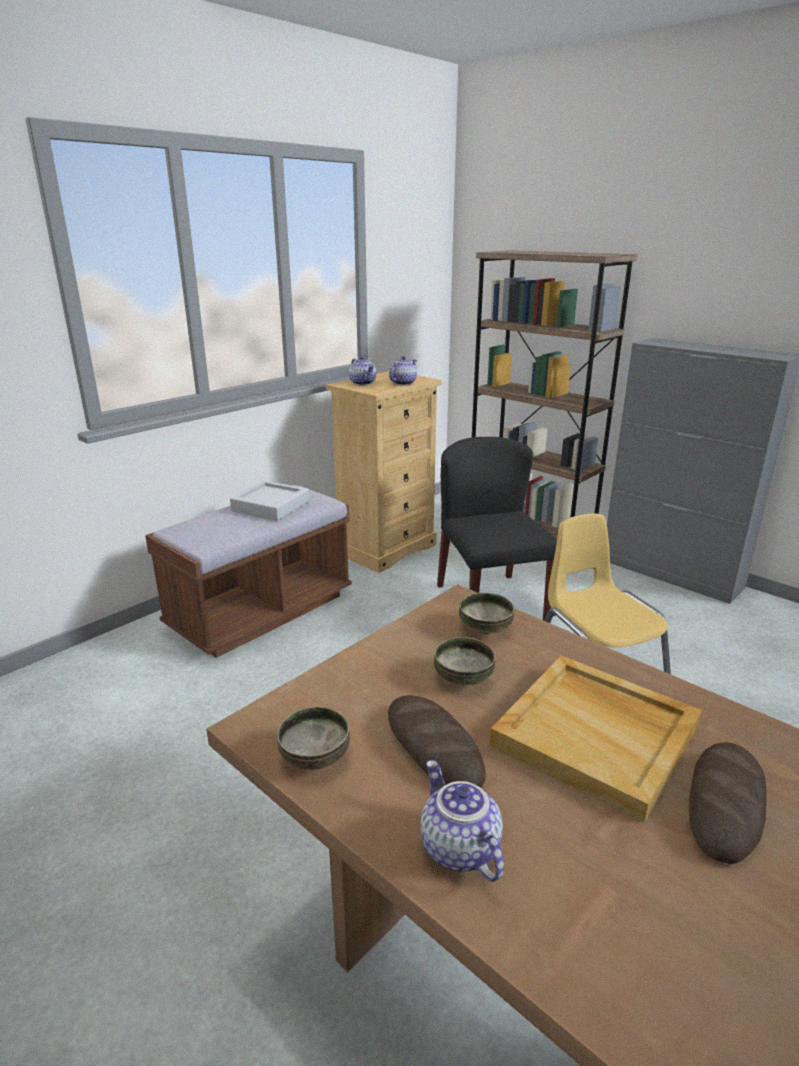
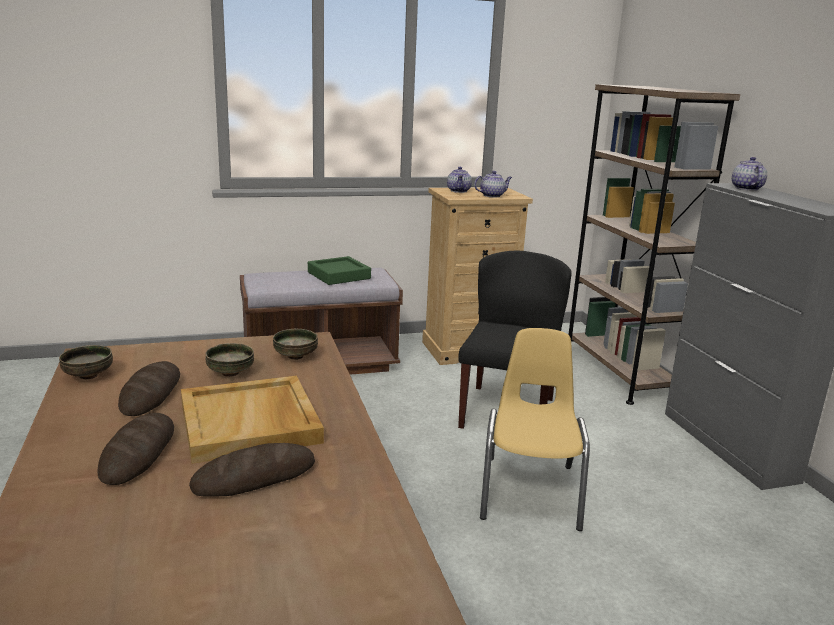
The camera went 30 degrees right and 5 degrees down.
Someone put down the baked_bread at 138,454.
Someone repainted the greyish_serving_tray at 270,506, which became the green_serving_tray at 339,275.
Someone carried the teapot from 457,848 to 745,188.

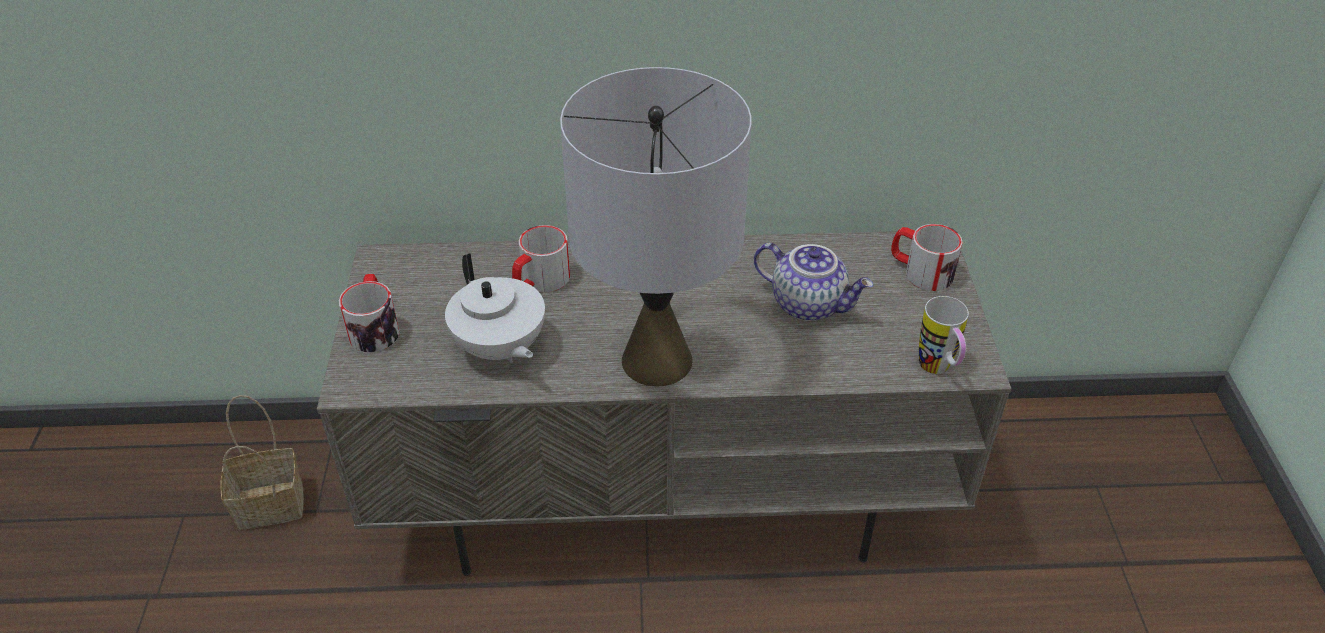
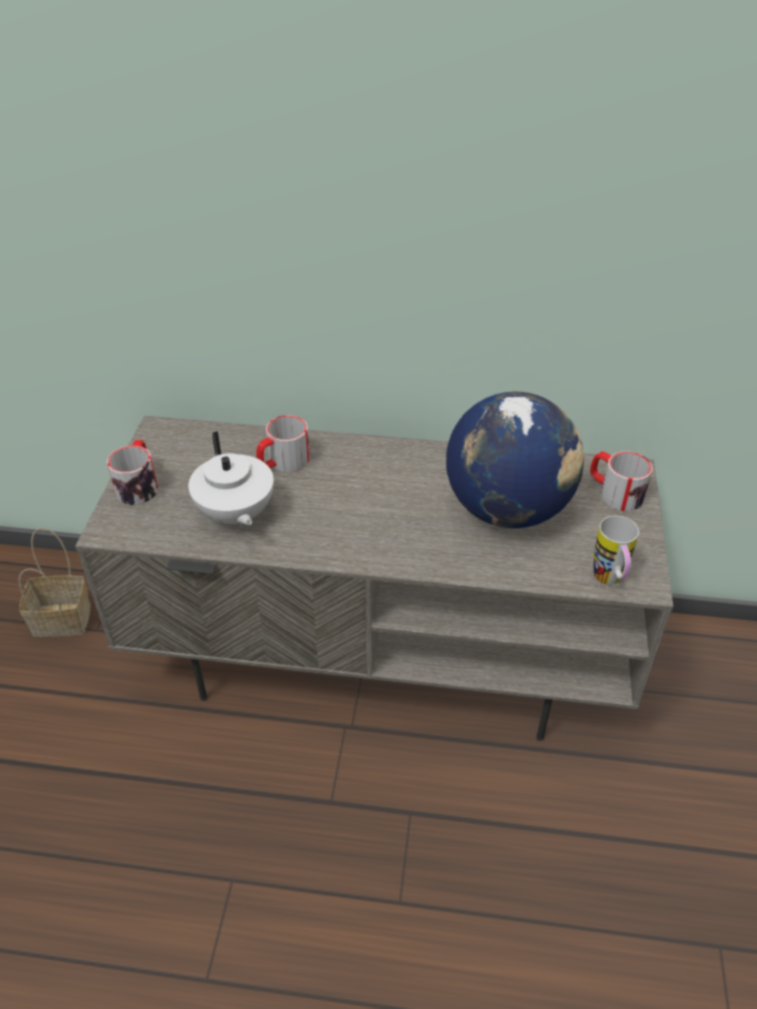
The camera went 10 degrees right and 0 degrees up.
Someone swapped the teapot at 809,304 for the globe at 508,509.
Someone took away the greyish_table_lamp at 658,361.

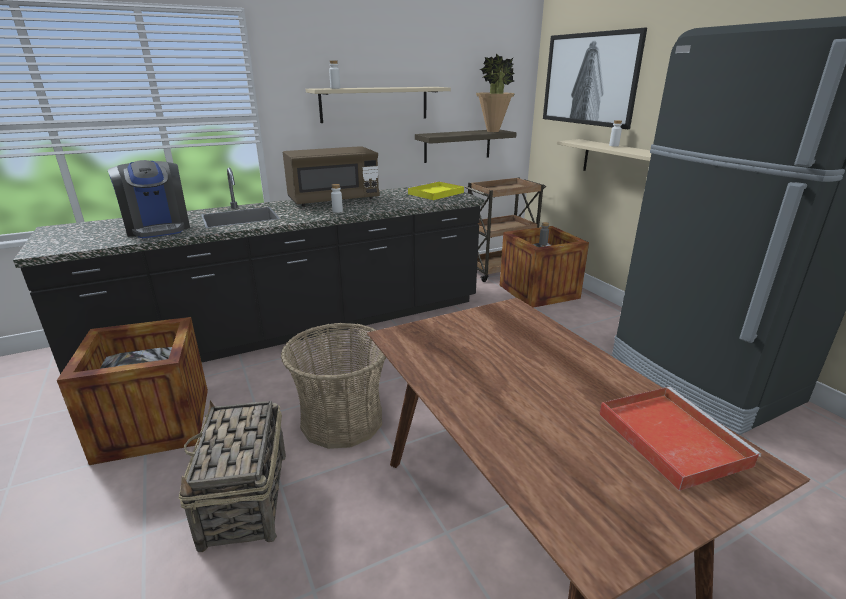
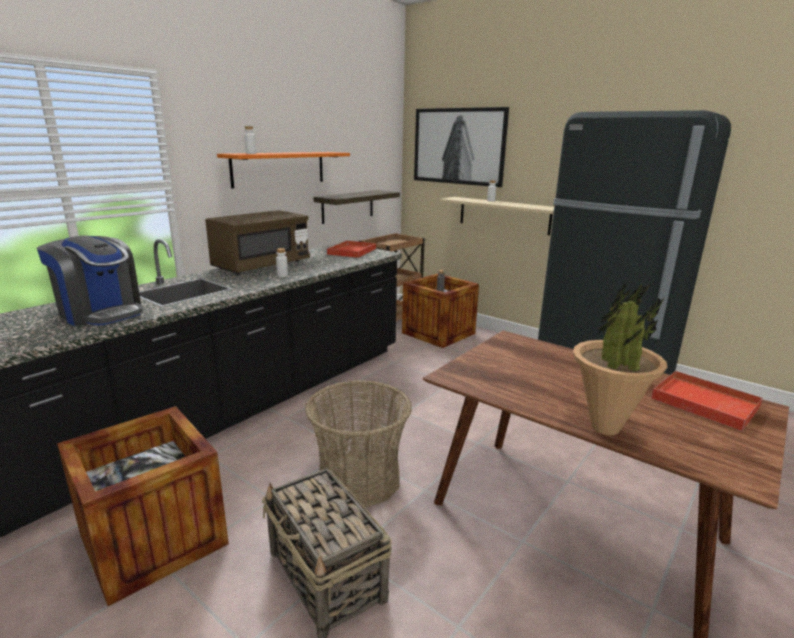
The camera went 25 degrees left and 5 degrees down.
Someone repainted the sand-coloured_shelf at 375,104, which became the orange-coloured_shelf at 279,168.
Someone repainted the yellowish_serving_tray at 435,193, which became the reddish_serving_tray at 351,251.
Someone carried the houseplant from 493,131 to 605,427.

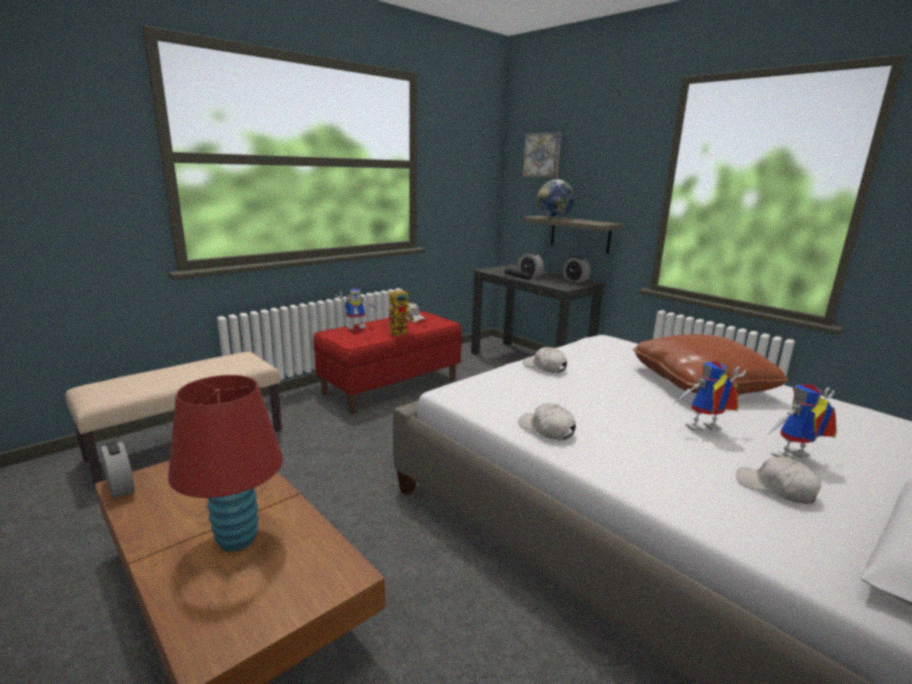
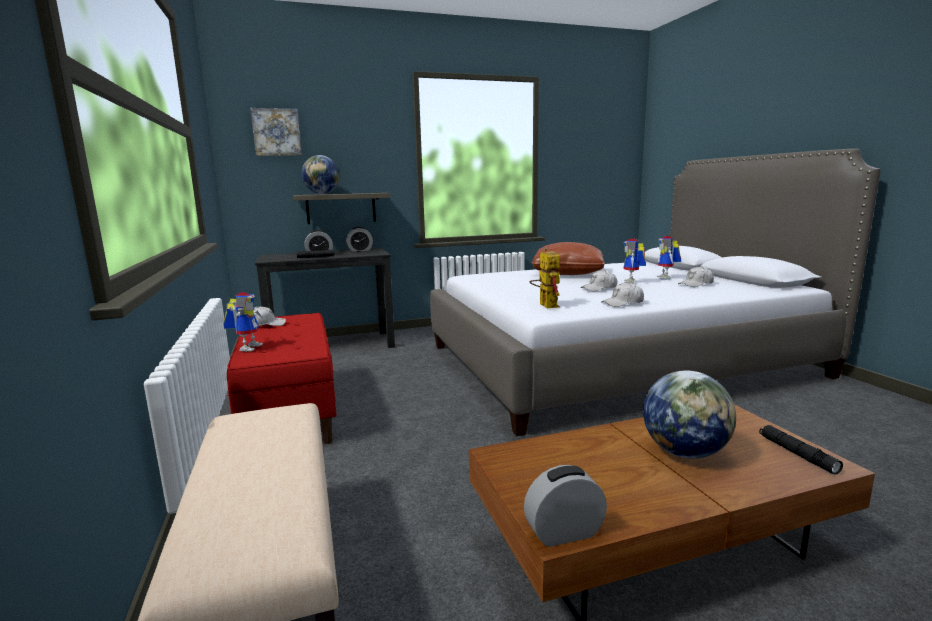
The camera went 65 degrees left and 5 degrees down.
Someone carried the model_robot from 401,332 to 545,304.
Someone carried the whitish_baseball_cap from 544,367 to 599,288.
Someone swapped the reddish_table_lamp at 237,539 for the globe at 685,452.
Someone put down the blackish_flashlight at 797,454.

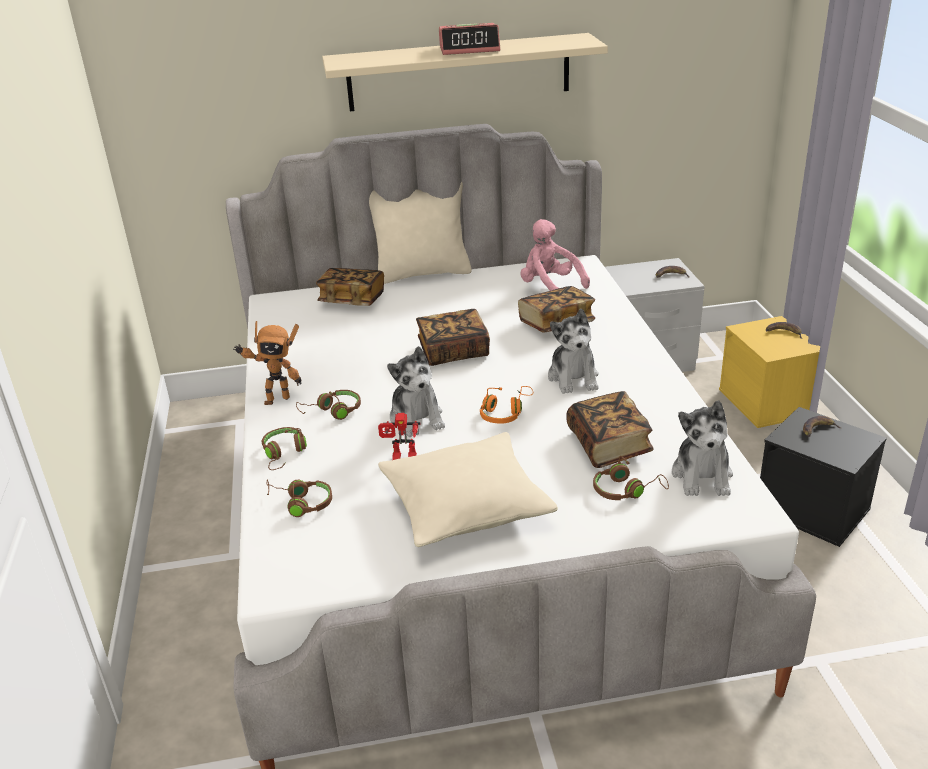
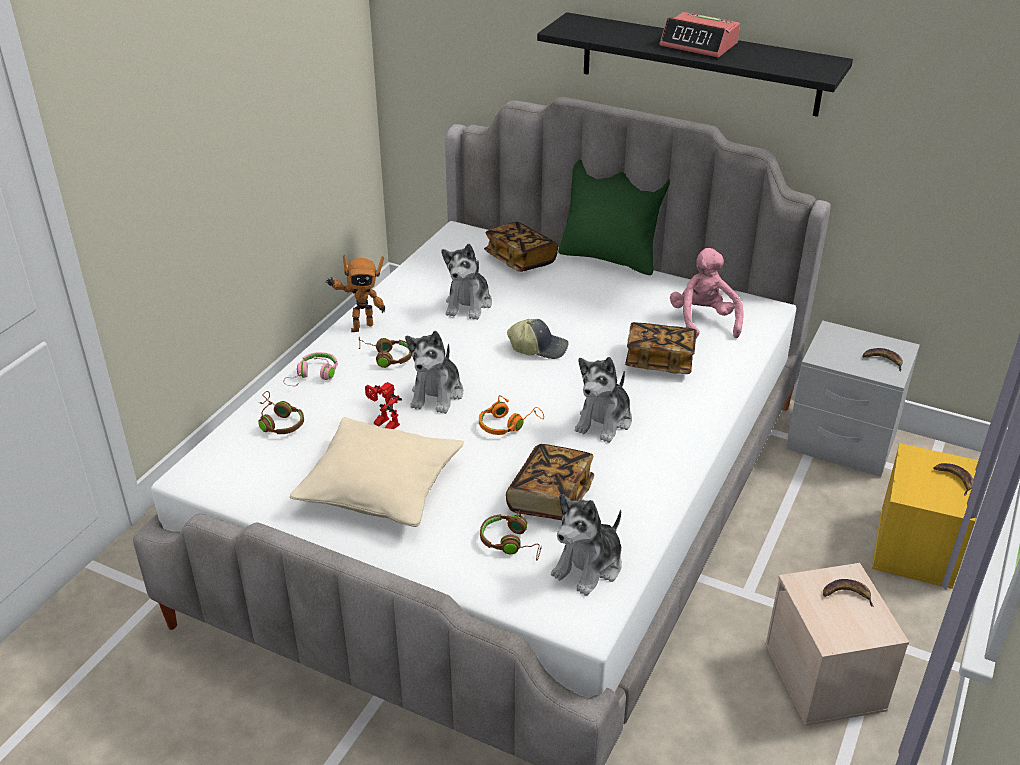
The camera went 35 degrees right and 5 degrees up.
Someone repainted the brown_headphones at 284,453, which became the pink_headphones at 313,376.
Someone rotated the model_robot at 276,399 by 45 degrees counterclockwise.
Someone put down the cuddly_toy at 469,304.
Someone swapped the bound_book at 453,351 for the baseball_cap at 538,347.
Someone repainted the sand-coloured_shelf at 459,72, which became the blackish_shelf at 699,64.
Someone repainted the sand-coloured_throw_pillow at 423,273, which became the green_throw_pillow at 609,258.
Someone repainted the blackish_storage_bin at 814,509, which became the sand-coloured_storage_bin at 826,677.

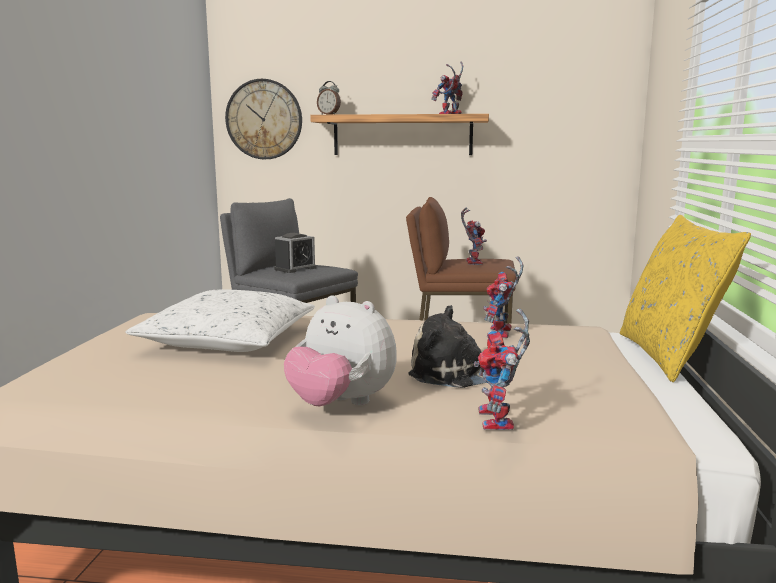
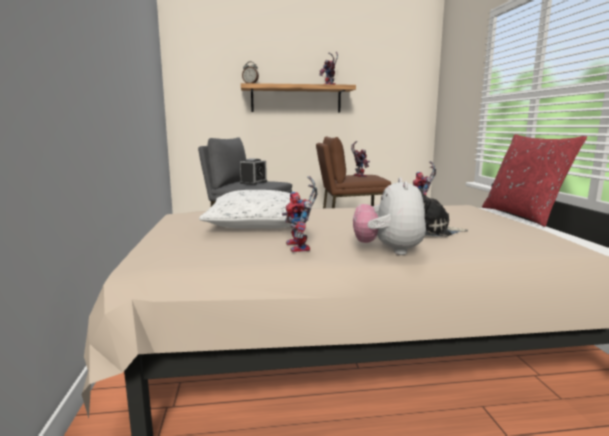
The camera went 15 degrees left and 0 degrees up.
Someone carried the model_robot from 500,422 to 301,248.
Someone rotated the cuddly_toy at 341,404 by 75 degrees clockwise.
Someone repainted the yellowish_throw_pillow at 669,357, which became the reddish_throw_pillow at 523,216.
Someone took away the clock_on_the_wall at 264,119.

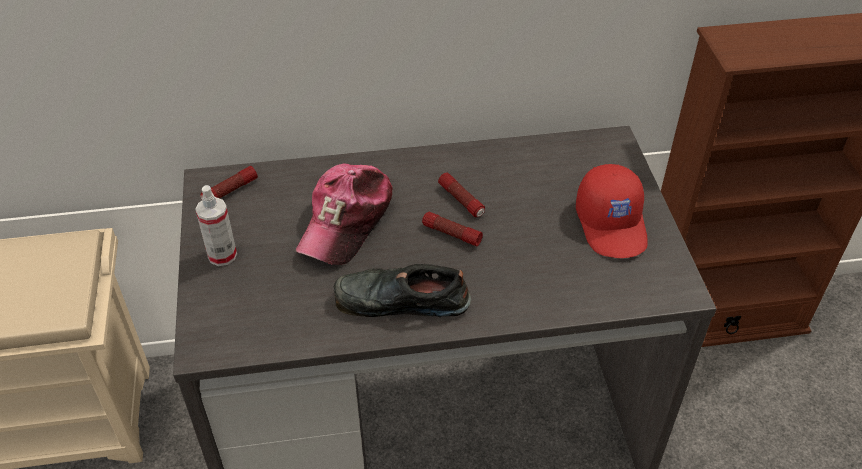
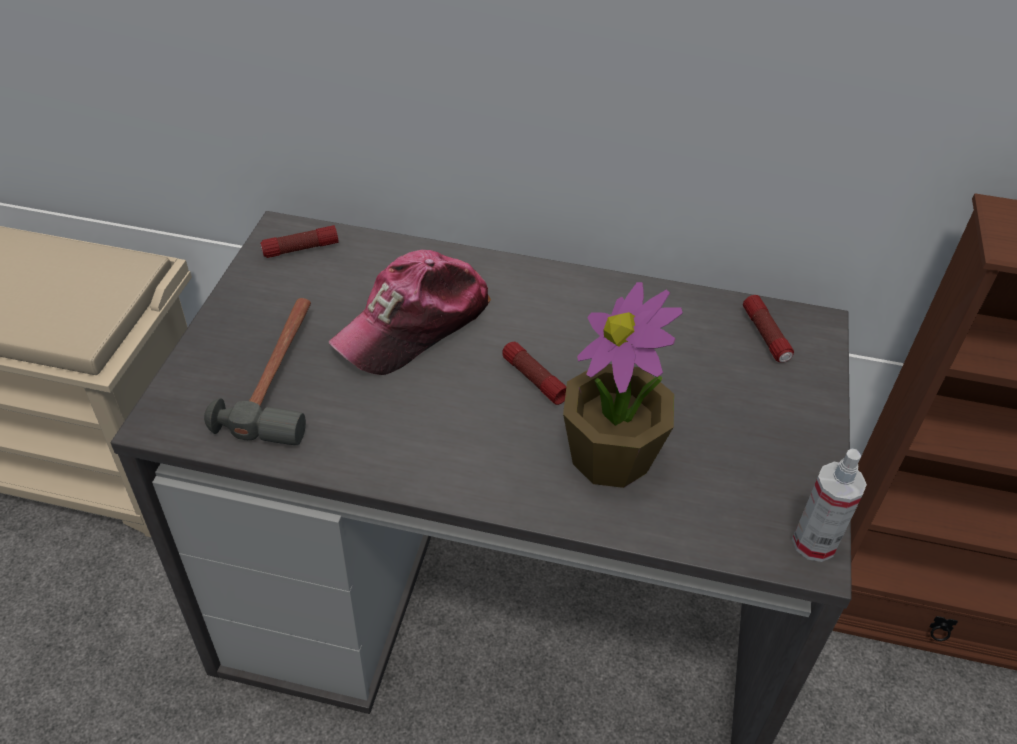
The camera went 20 degrees right and 0 degrees up.
Someone put down the hammer at 282,375.
Someone put down the houseplant at 611,457.
Someone carried the flashlight from 461,200 to 766,336.
Someone carried the hand_sprayer from 222,255 to 814,543.
Someone took away the blackish_item_of_footwear at 399,301.
Someone took away the reddish_baseball_cap at 612,224.

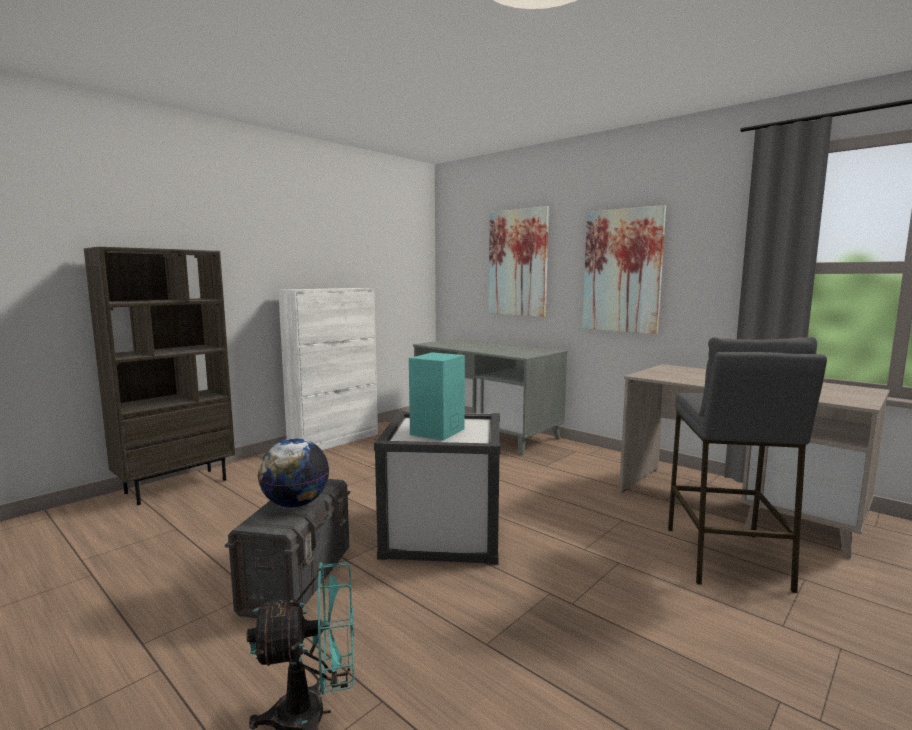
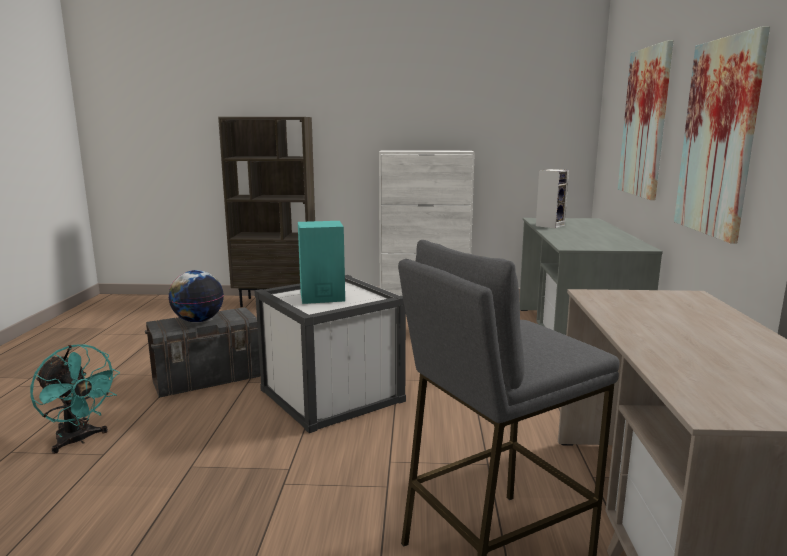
The camera went 50 degrees right and 5 degrees up.
Someone put down the speaker at 550,225.

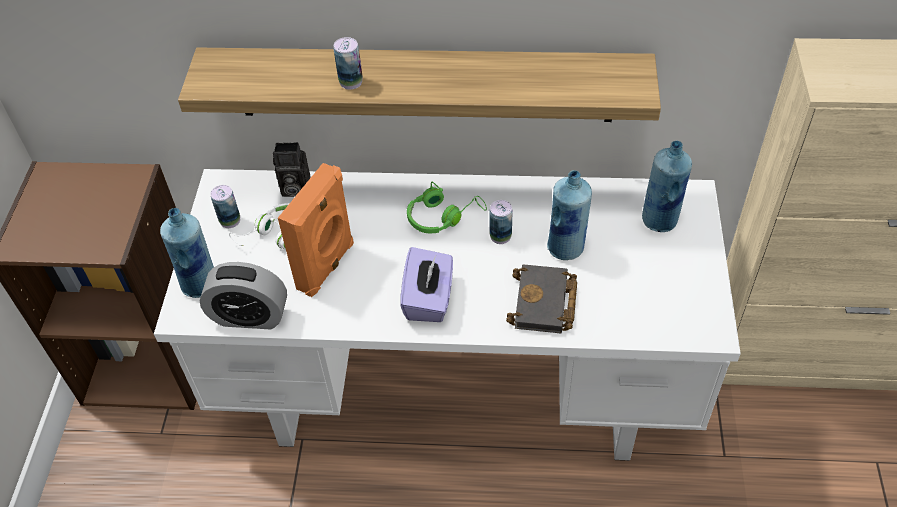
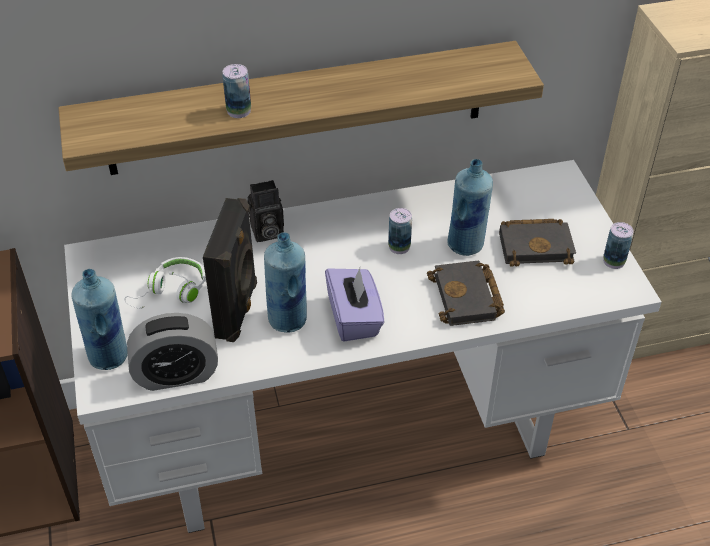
The camera went 20 degrees left and 5 degrees down.
Someone repainted the orange-coloured_speaker at 327,266, which became the blackish_speaker at 238,310.
Someone carried the photo_camera from 294,188 to 265,232.
Someone carried the bluish_drink_bottle from 660,220 to 288,319.
Someone put down the blackish_bound_book at 537,245.
Someone carried the sealed_can from 230,220 to 614,261.
Someone took away the green_headphones at 443,216.

